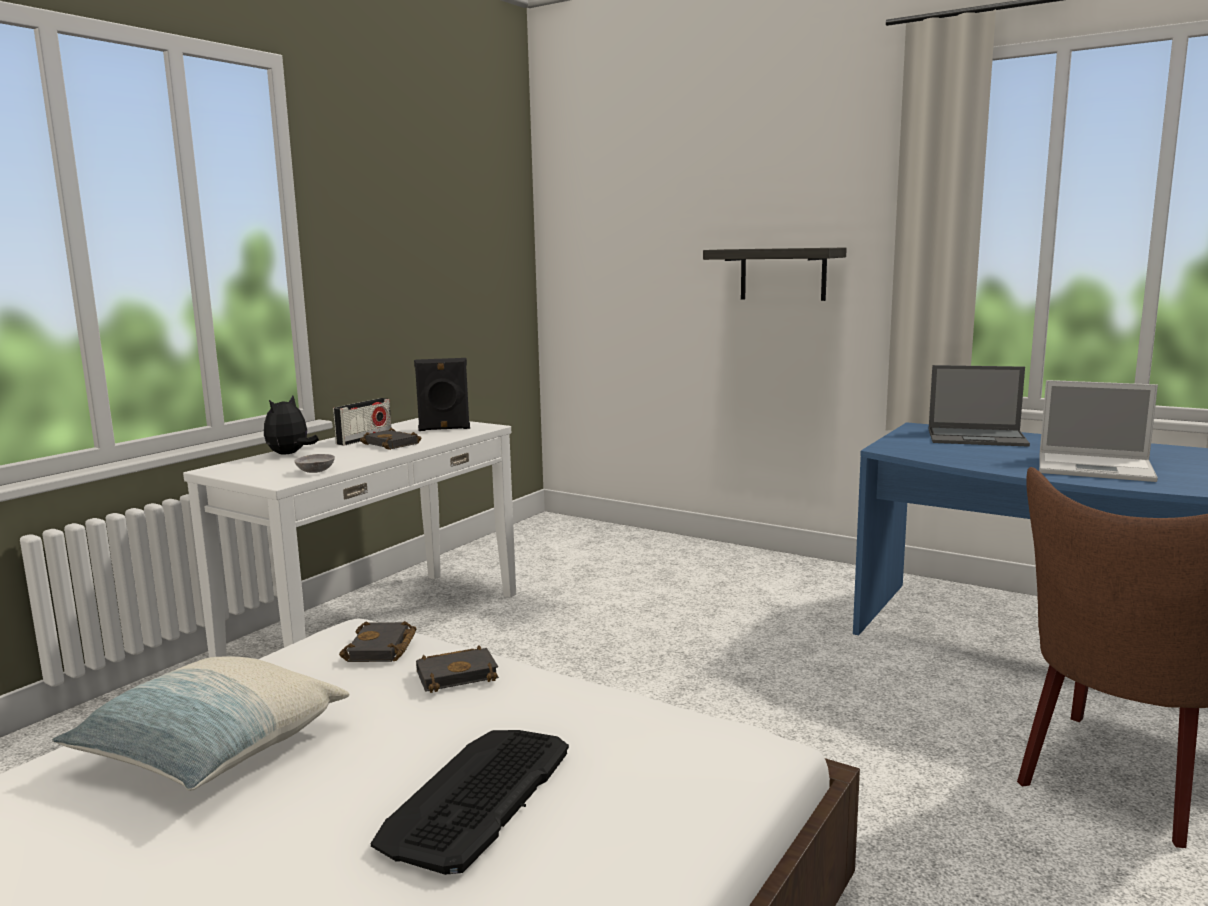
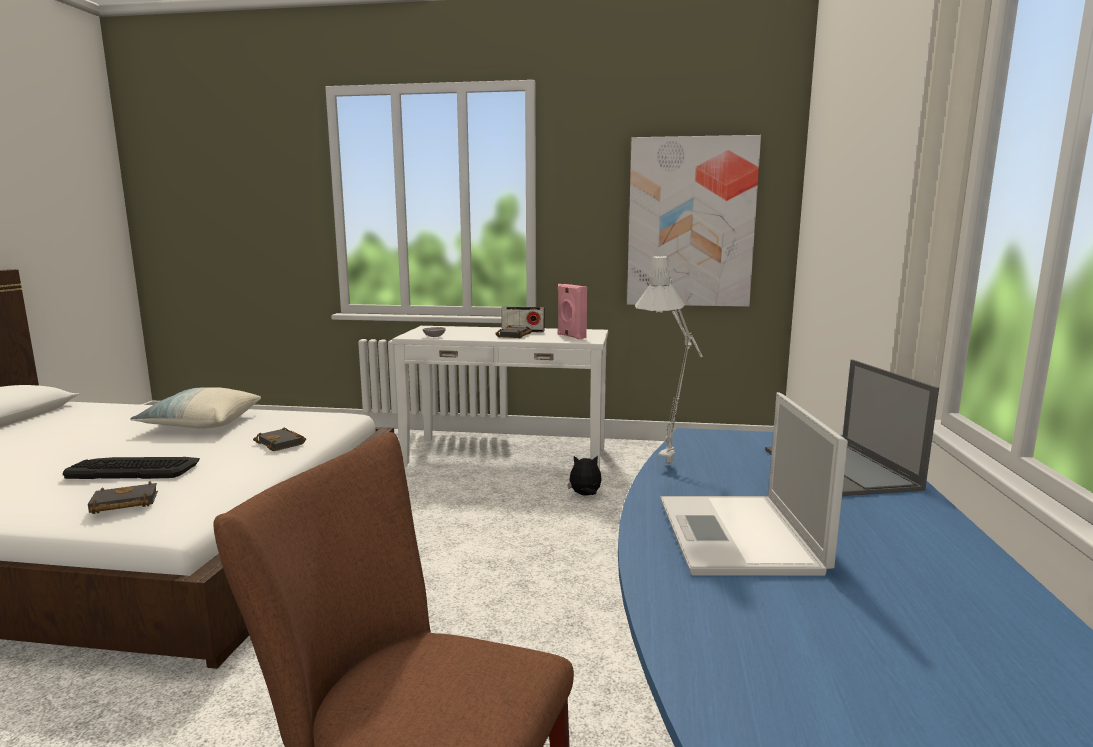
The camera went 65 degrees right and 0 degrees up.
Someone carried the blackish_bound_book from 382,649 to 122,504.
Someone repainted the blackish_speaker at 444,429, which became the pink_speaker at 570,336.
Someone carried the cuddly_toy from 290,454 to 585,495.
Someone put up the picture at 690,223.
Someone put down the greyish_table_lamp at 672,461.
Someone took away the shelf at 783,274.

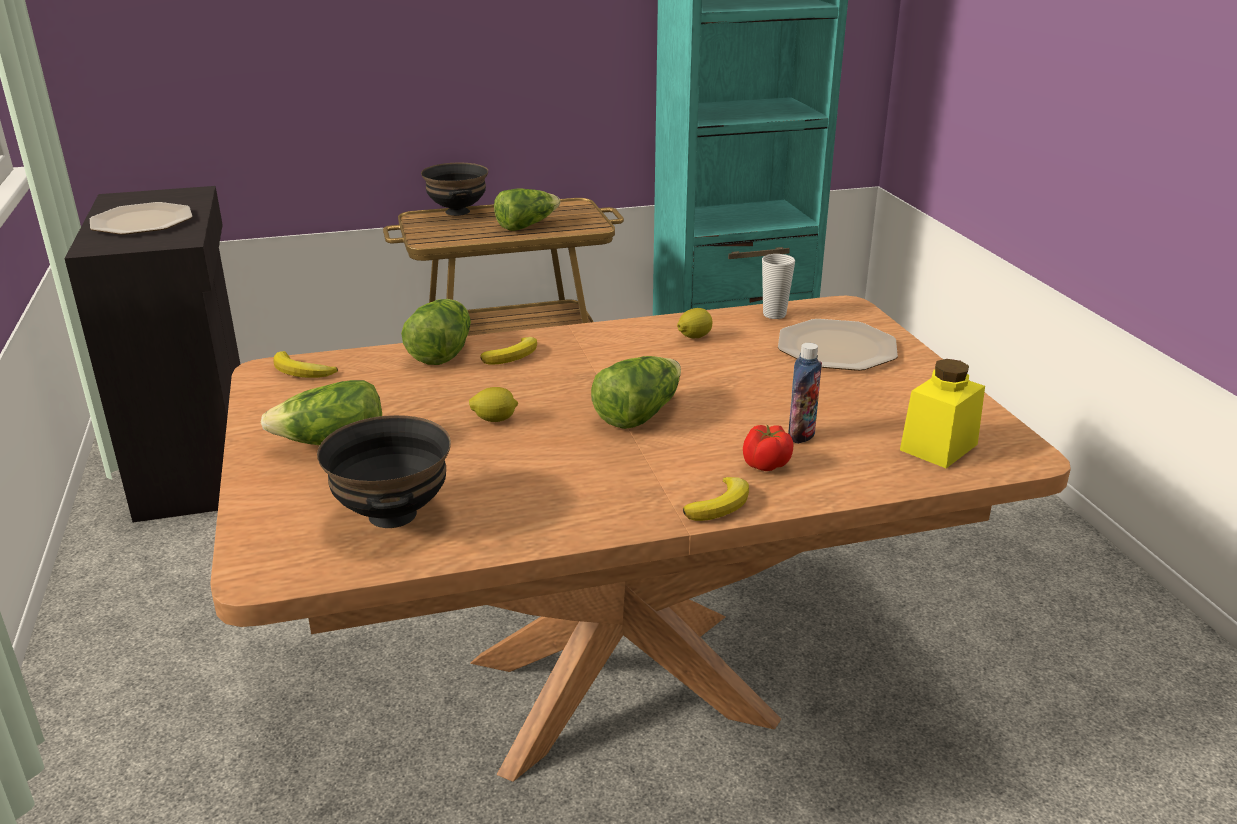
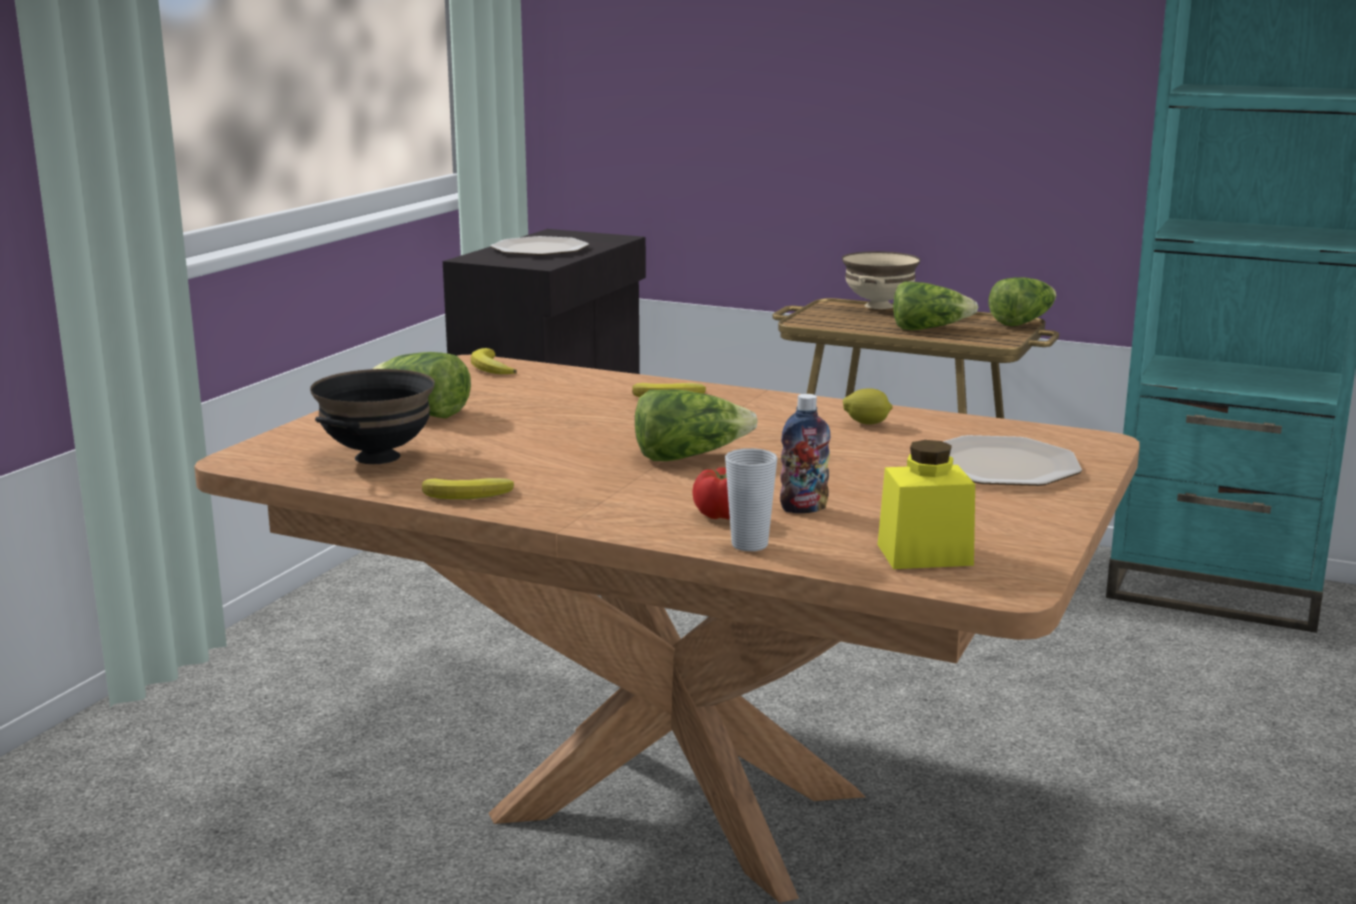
The camera went 40 degrees right and 10 degrees down.
Someone carried the banana_fruit from 720,504 to 470,495.
Someone carried the cup from 774,315 to 749,545.
Someone repainted the blackish_bowl at 457,212, which became the sand-coloured_bowl at 878,306.
Someone carried the head_of_lettuce from 441,352 to 1022,322.
Someone took away the lemon at 494,420.

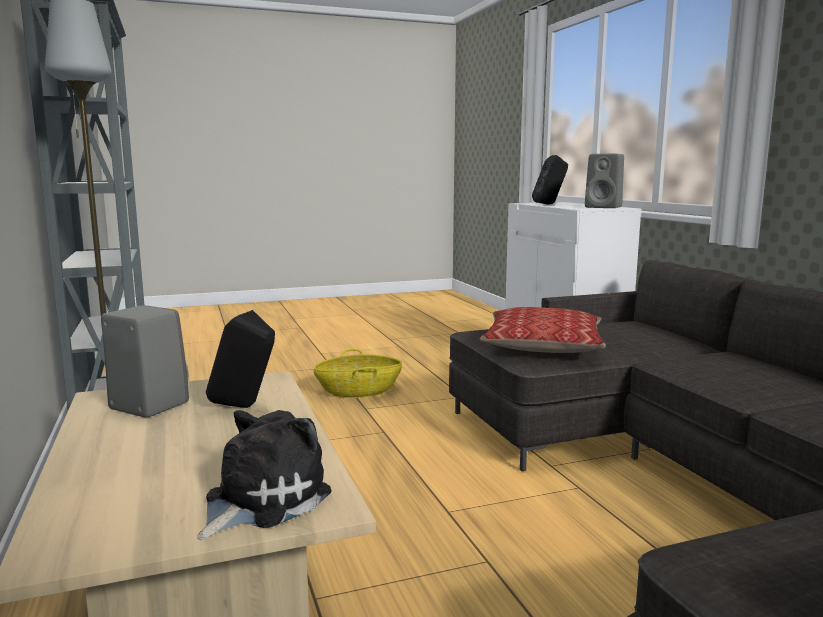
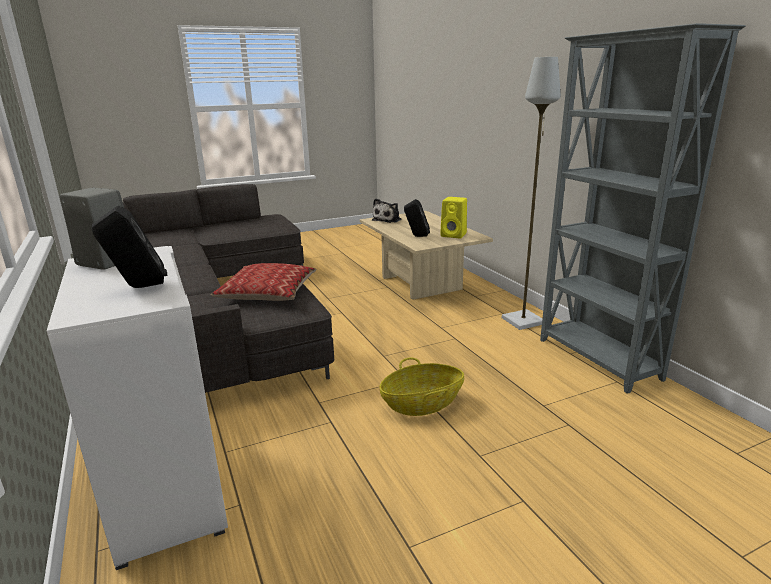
The camera went 175 degrees right and 10 degrees up.
Someone repainted the greyish_speaker at 147,405, which became the yellowish_speaker at 454,235.

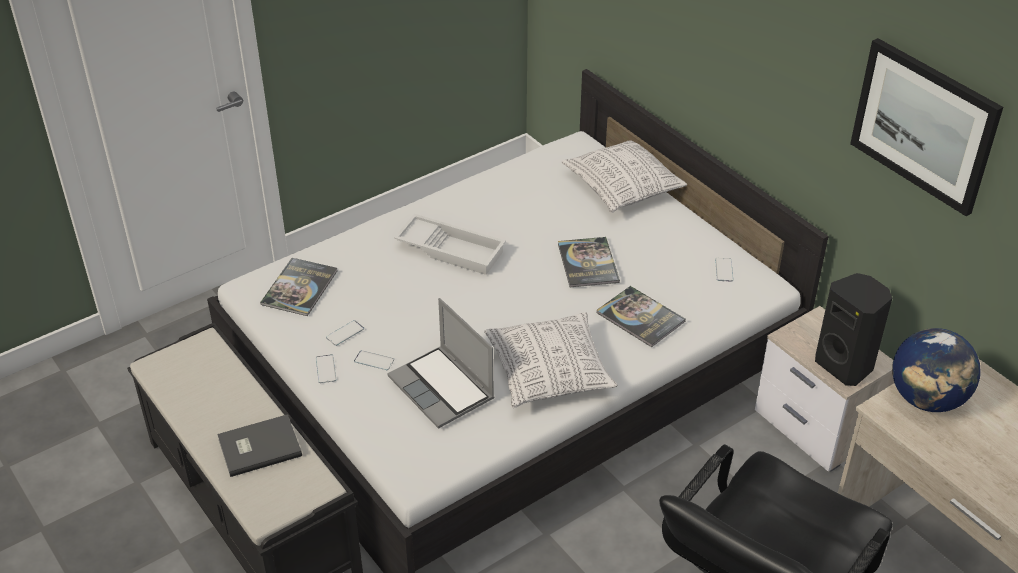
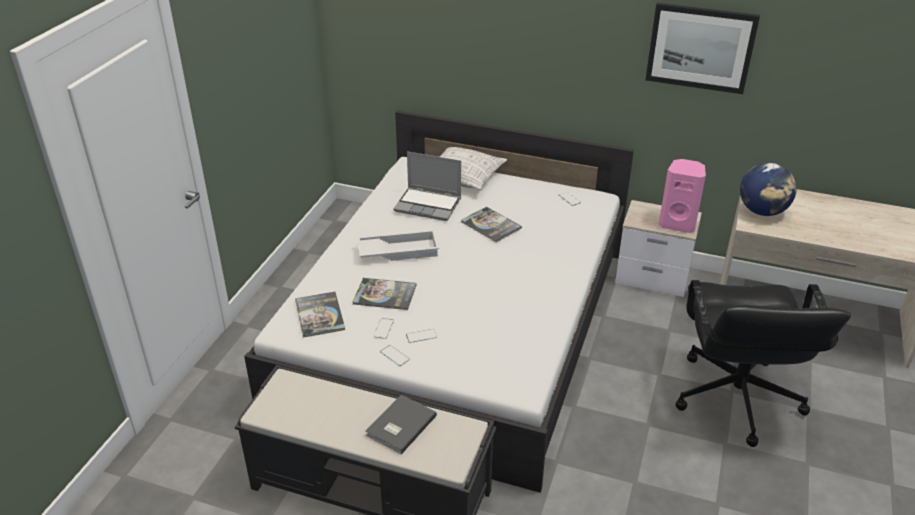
The camera went 35 degrees left and 5 degrees down.
Someone carried the bound_book from 640,317 to 385,295.
Someone carried the laptop from 443,388 to 429,205.
Someone repainted the blackish_speaker at 845,365, which became the pink_speaker at 677,223.
Someone took away the throw_pillow at 549,372.

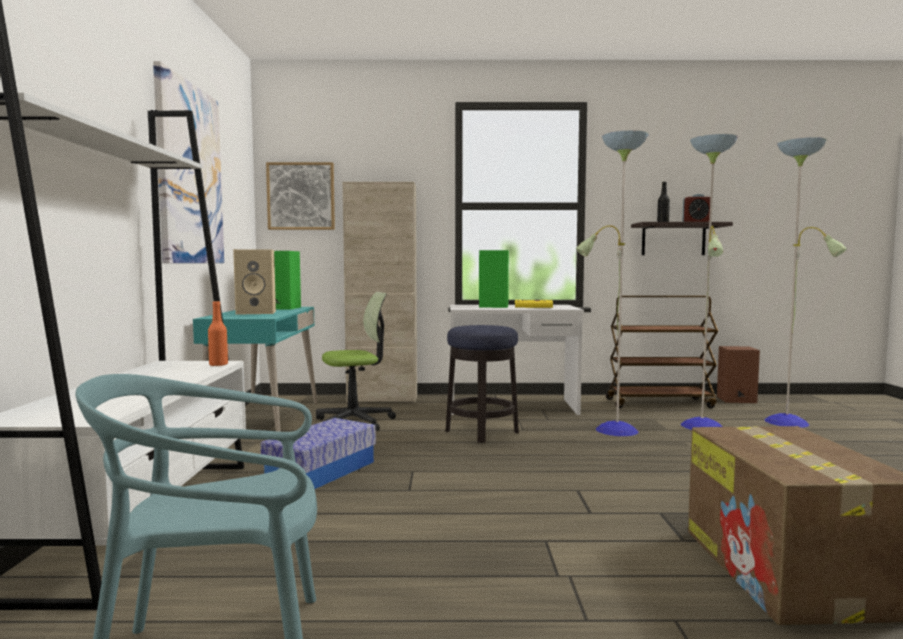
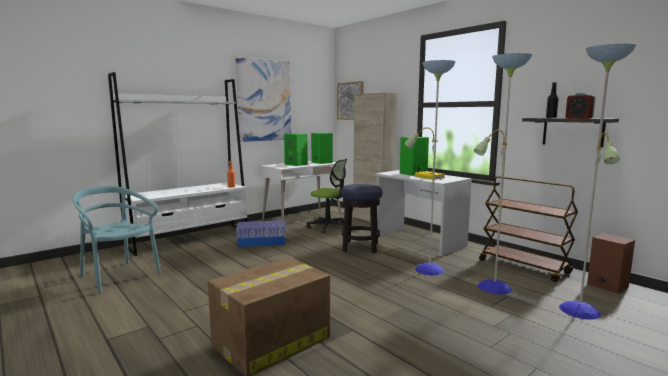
The camera went 50 degrees right and 5 degrees up.
Someone repainted the turquoise_desk_table at 263,420, which became the whitish_desk_table at 302,217.
Someone repainted the sand-coloured_speaker at 257,312, which became the green_speaker at 296,164.

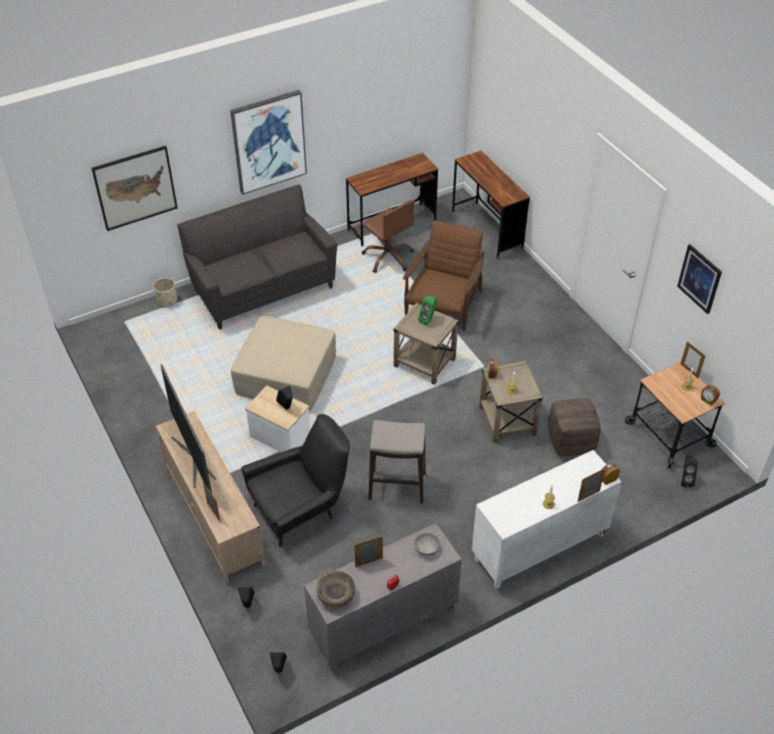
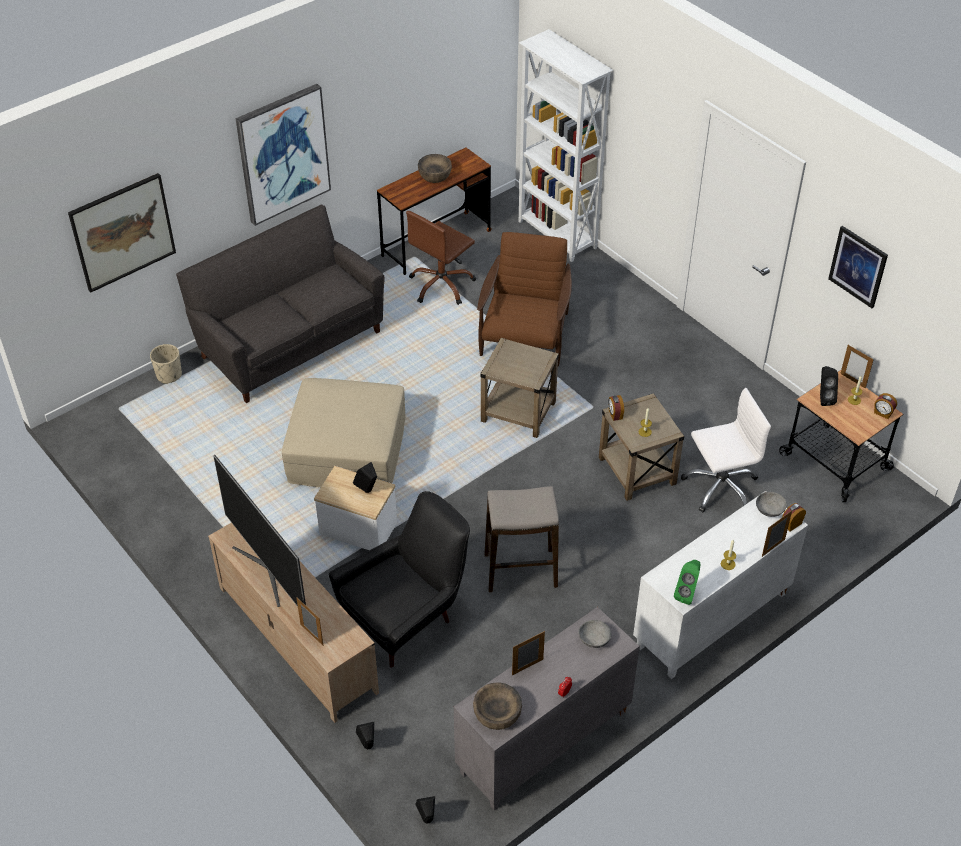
The camera went 10 degrees left and 0 degrees up.
Someone rotated the brown_computer_chair at 388,257 by 90 degrees clockwise.
Someone put down the brown_bowl at 435,175.
Someone swapped the brown_desk_table at 487,229 for the whitish_bookshelf at 557,235.
Someone carried the green_speaker from 428,320 to 687,594.
Someone swapped the brown_ottoman at 571,442 for the whitish_computer_chair at 720,487.
Someone put down the greyish_bowl at 769,509.
Someone carried the blackish_speaker from 685,480 to 823,398.

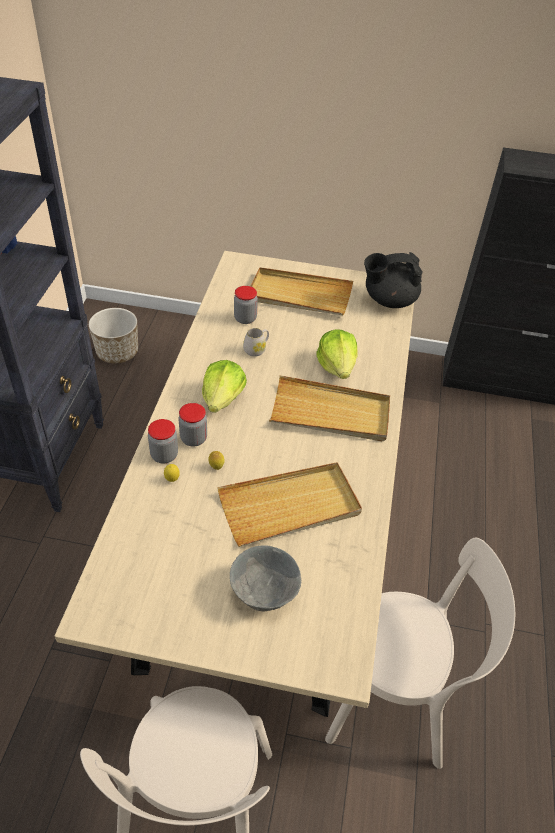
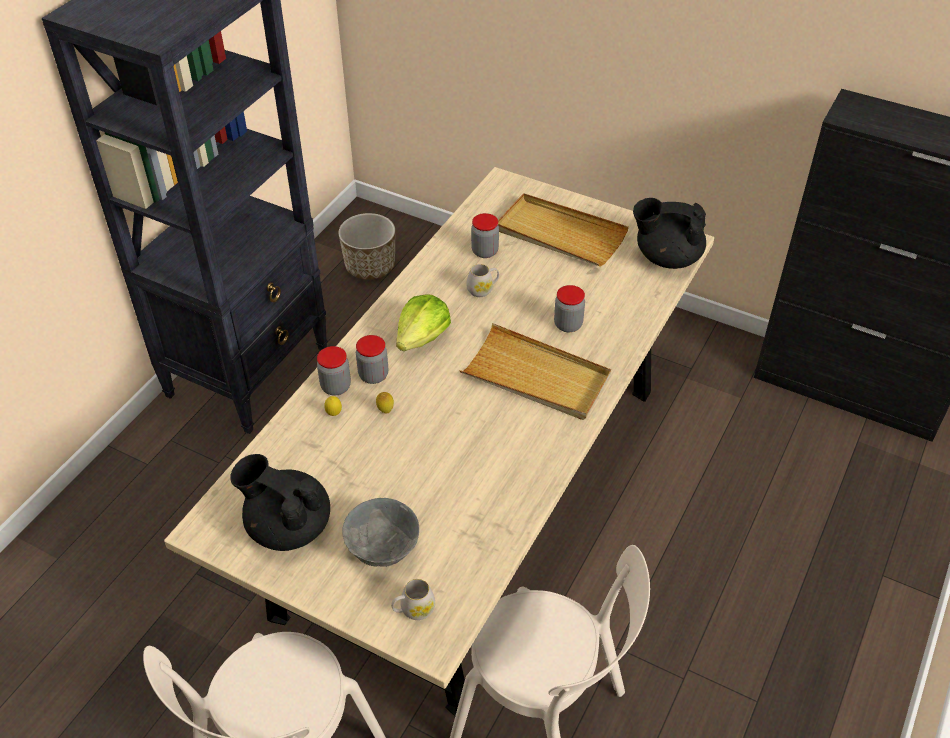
The camera went 20 degrees right and 0 degrees up.
Someone put down the blackish_teapot at 288,526.
Someone put down the whitish_tea_mug at 413,610.
Someone swapped the head_of_lettuce at 337,366 for the preserve_jar at 568,325.
Someone took away the sand-coloured_serving_tray at 290,506.

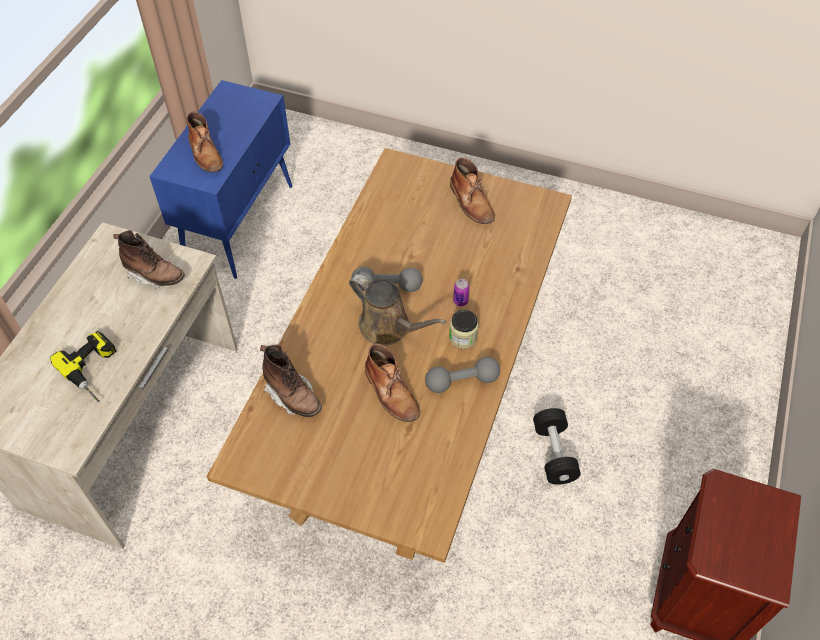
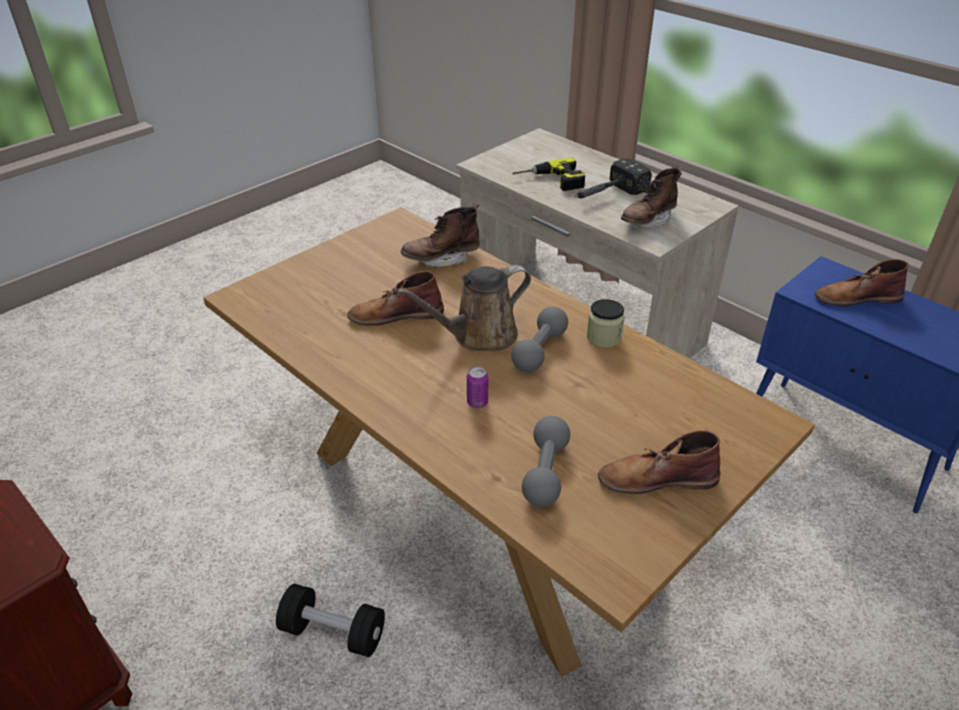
The camera went 115 degrees right and 15 degrees down.
Someone carried the greyish_free_weight from 462,381 to 545,472.
Someone put down the hammer at 606,195.
Someone carried the preserve_jar from 463,337 to 603,337.

